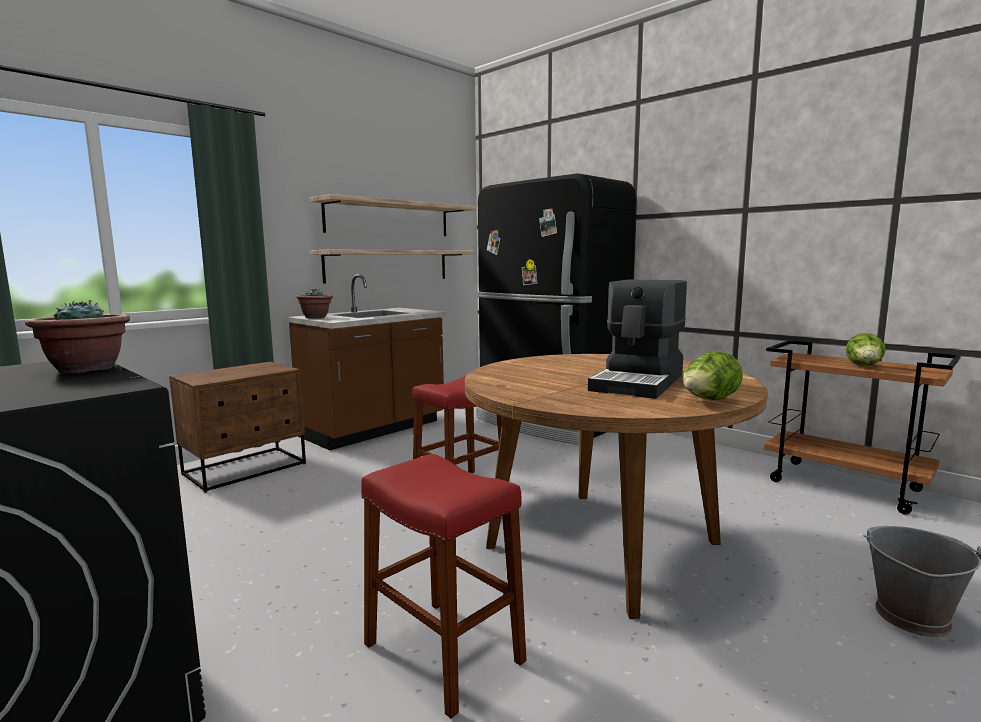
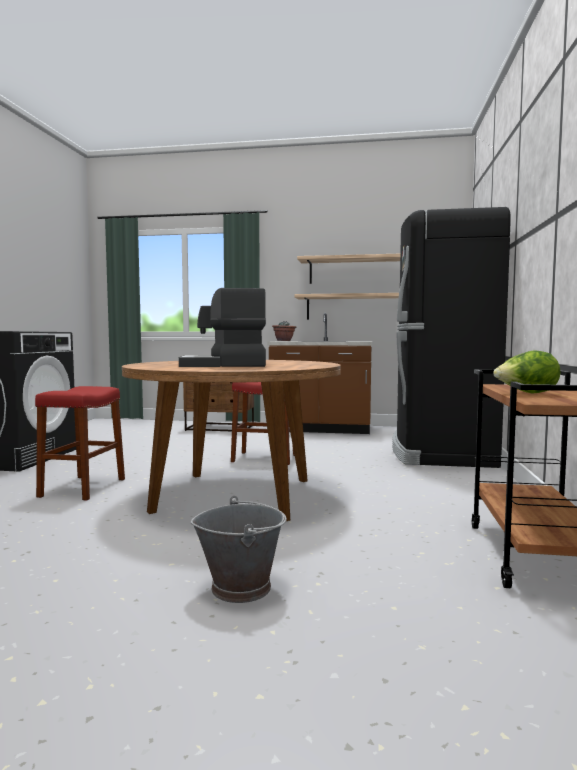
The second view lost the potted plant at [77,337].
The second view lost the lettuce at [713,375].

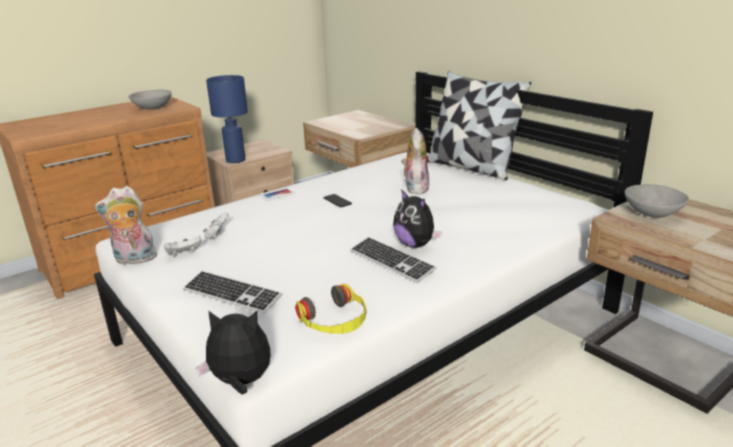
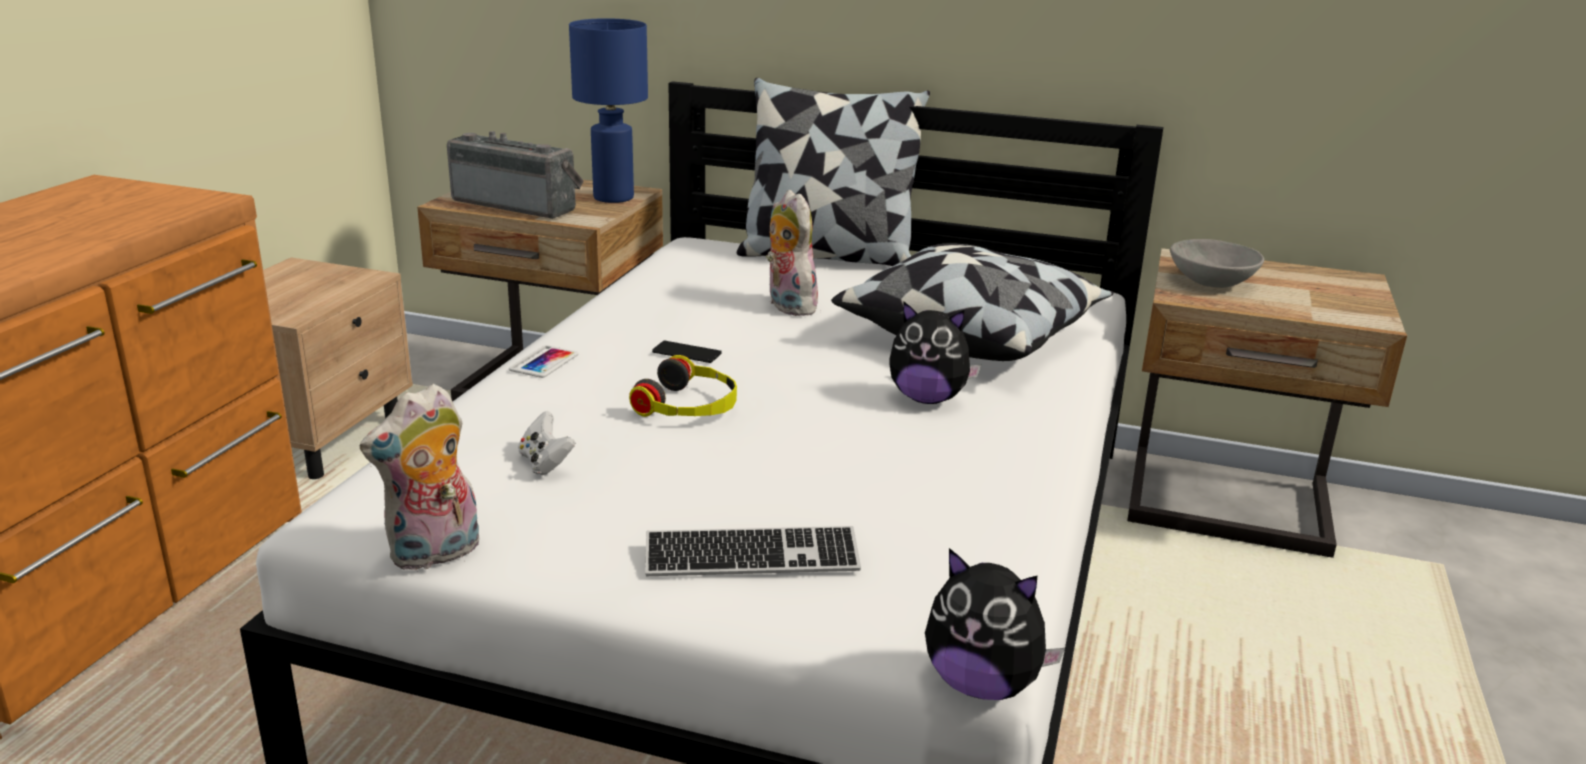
The table lamp in blue ended up elsewhere, having gone from [227,119] to [608,110].
The second view lost the bowl in grey at [150,99].
The second view lost the game controller in white at [182,246].
The second view lost the keyboard at [393,260].
The headphones ended up elsewhere, having gone from [330,309] to [683,386].
The plush toy at [233,352] ended up facing another way, 120 degrees counterclockwise from before.
The second view gained the radio at [515,175].
The second view gained the pillow at [972,302].

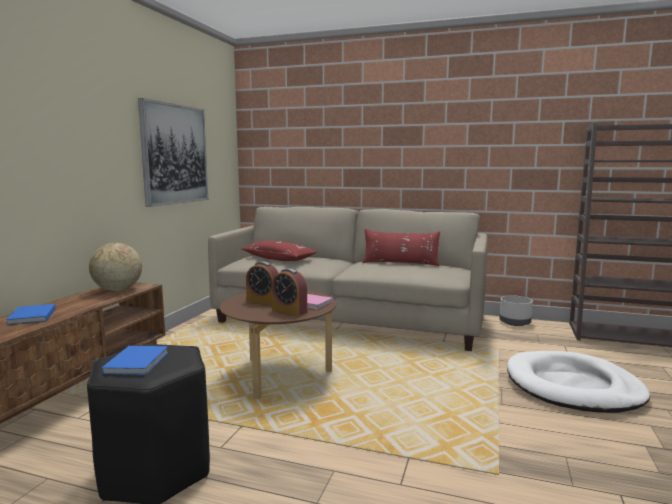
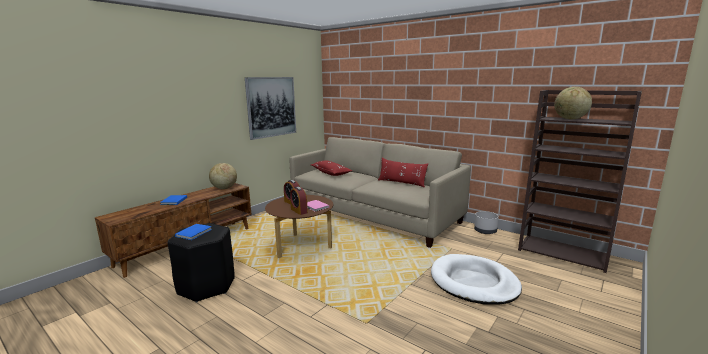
The second view gained the globe at [573,103].

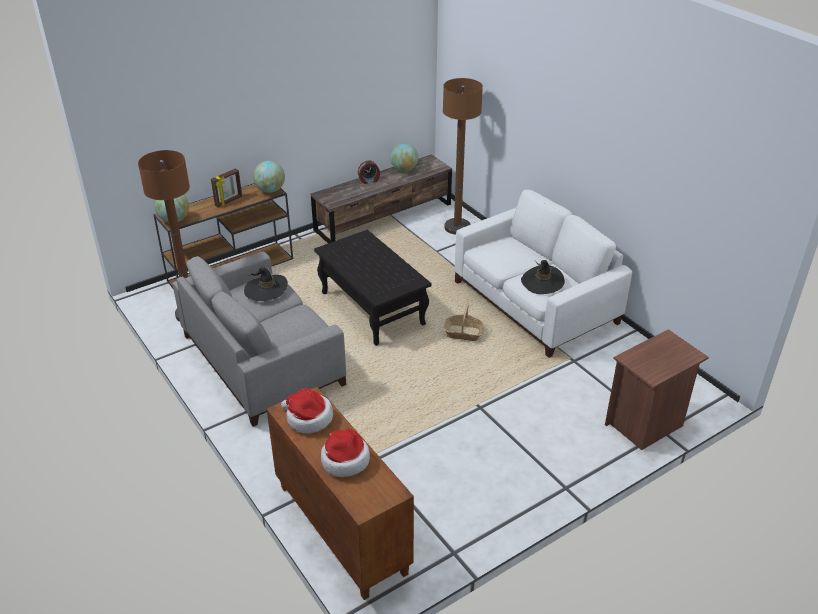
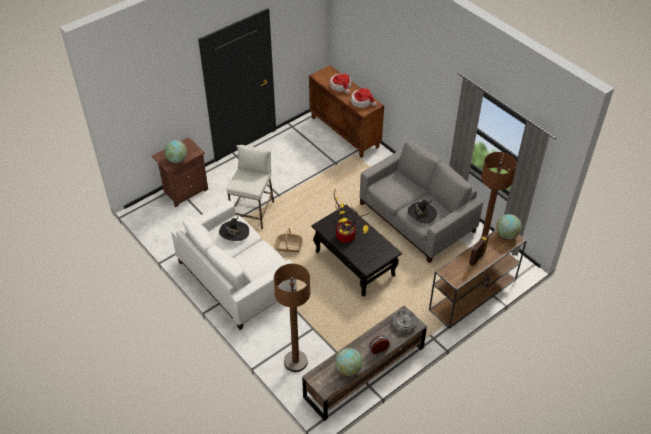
The globe ended up elsewhere, having gone from [269,177] to [175,151].
The second view gained the stool in white at [250,187].
The second view gained the potted plant at [351,216].
The second view gained the bowl at [404,321].

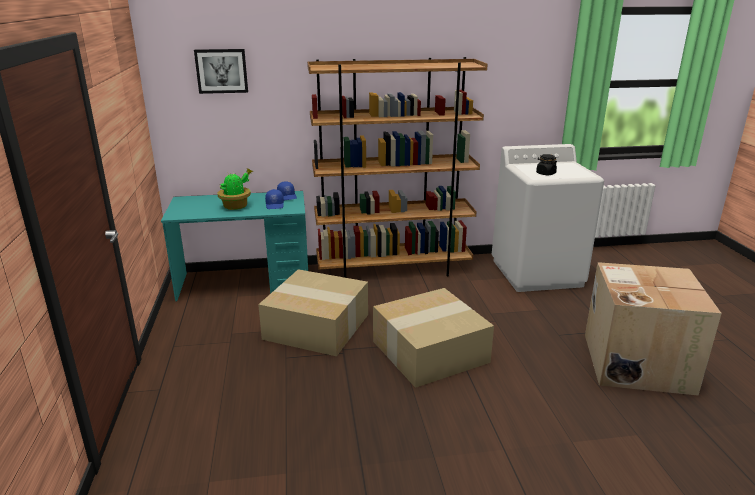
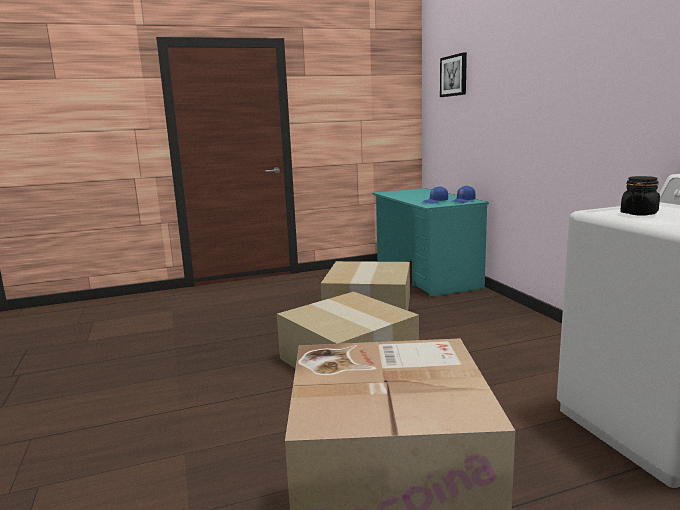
The second view lost the bookcase in brown at [397,167].
The second view lost the potted plant at [235,189].

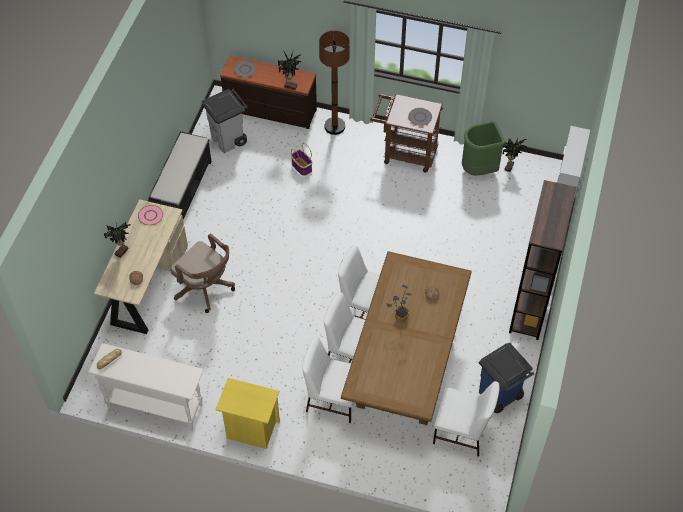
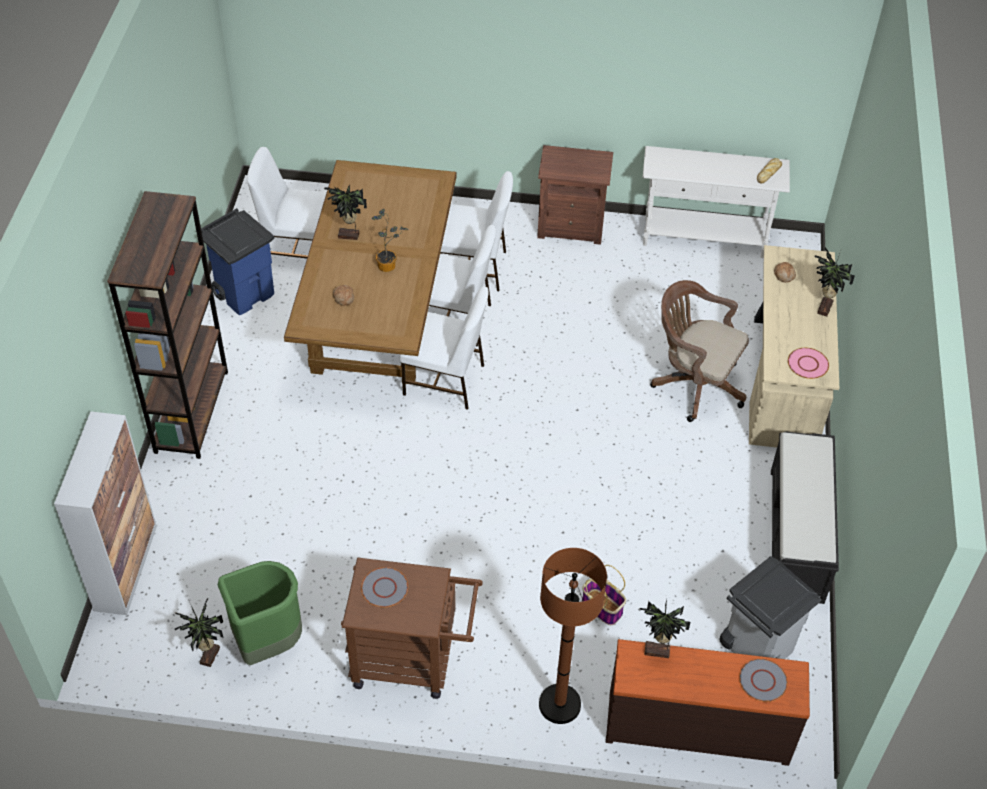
What was the nightstand in yellow at [247,413] turned into the nightstand in brown at [575,195].
The second view gained the potted plant at [345,212].

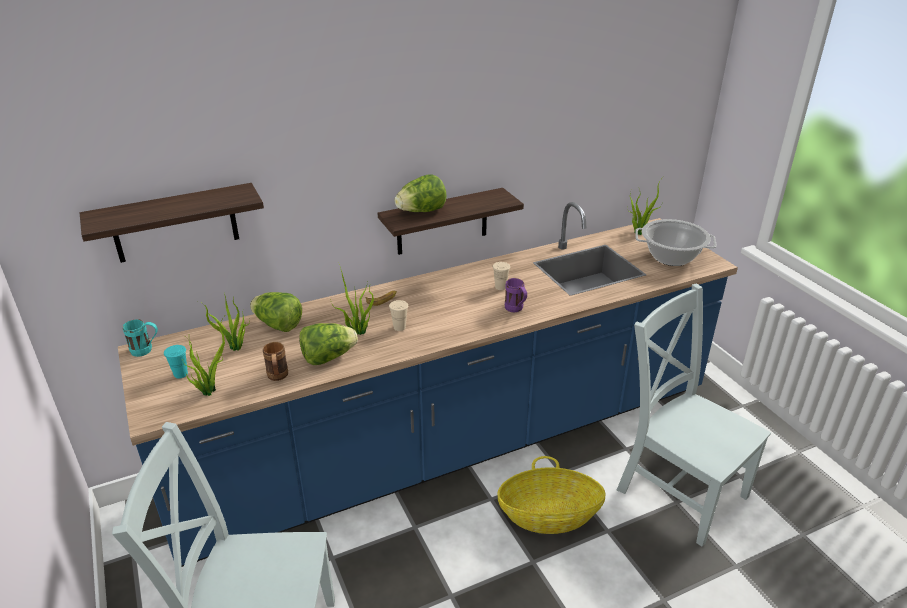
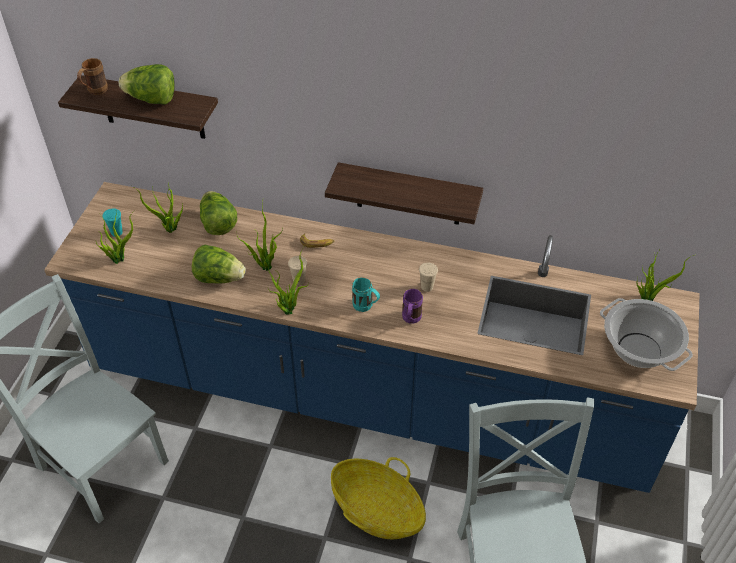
The lettuce ended up elsewhere, having gone from [420,193] to [147,84].
The mug in turquoise ended up elsewhere, having gone from [140,338] to [366,294].
The mug in brown ended up elsewhere, having gone from [275,361] to [92,76].
The second view gained the potted plant at [288,280].

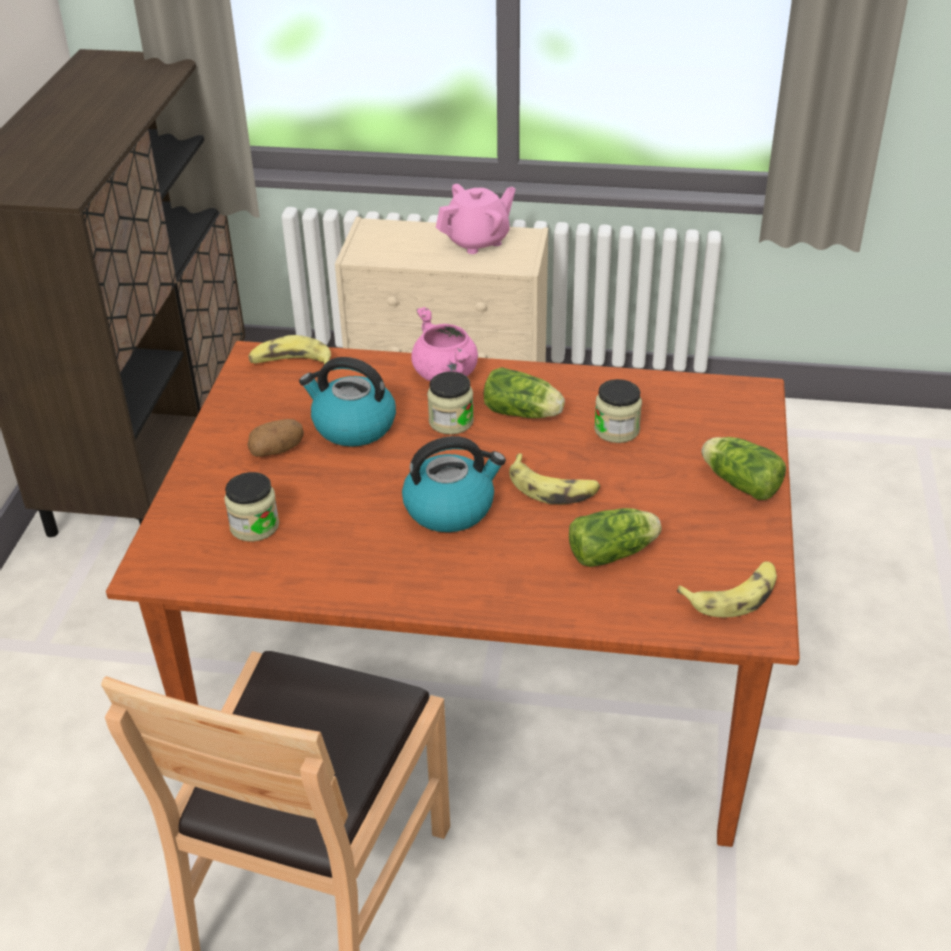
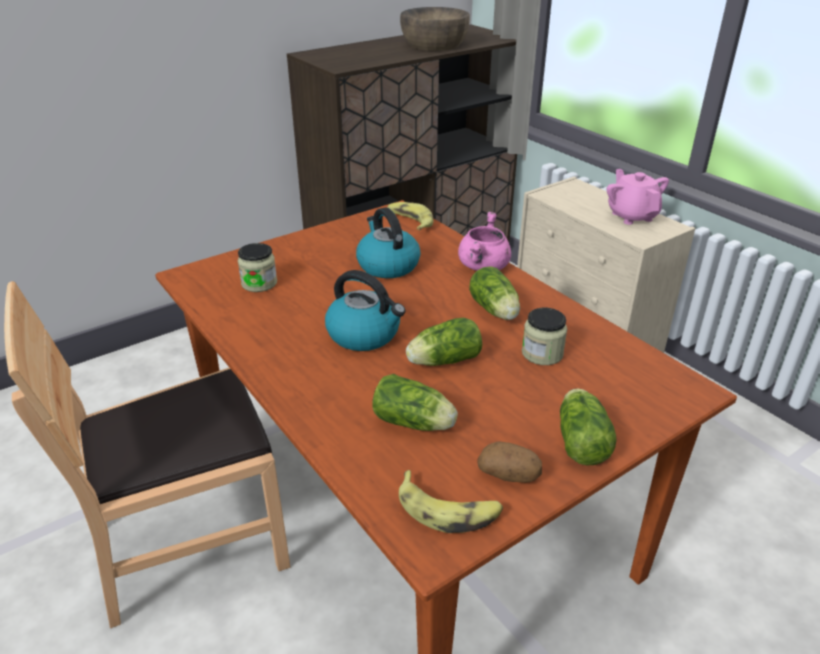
The teapot in pink at [475,219] ended up facing another way, 120 degrees counterclockwise from before.
The second view lost the jar at [450,403].
The potato ended up elsewhere, having gone from [275,438] to [509,462].
Where the banana stood at [554,478], the lettuce came to stand at [444,342].
The second view gained the bowl in brown at [435,29].

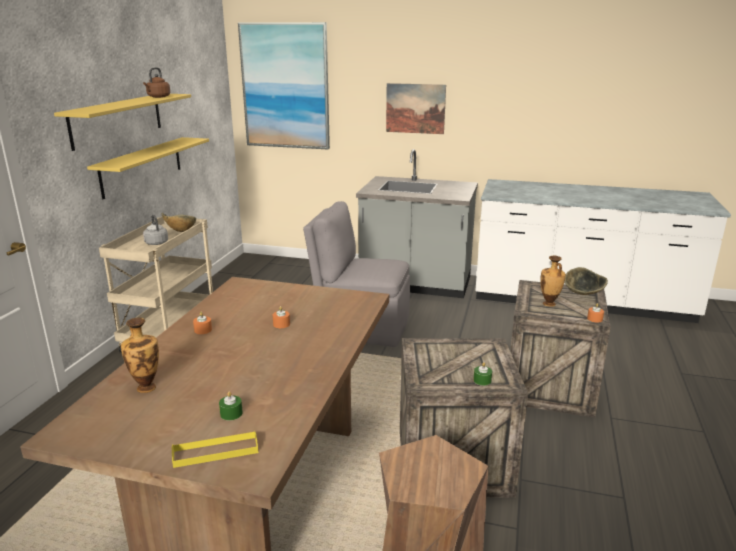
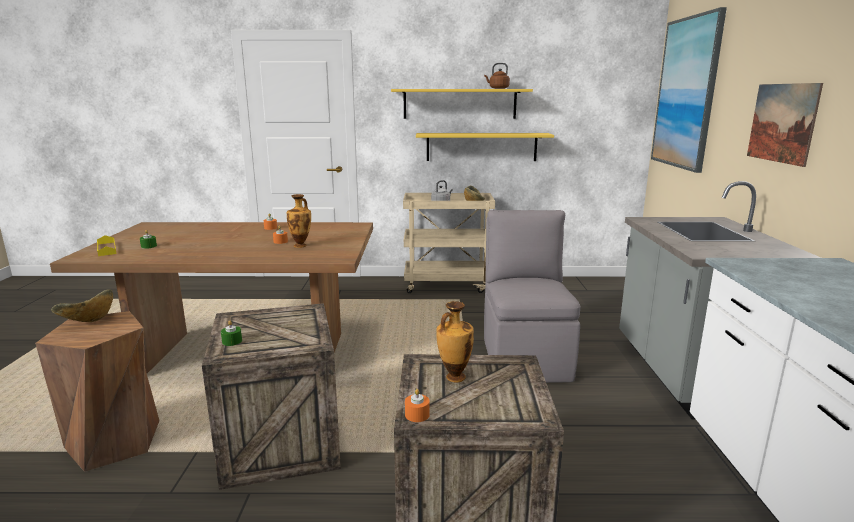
The bowl ended up elsewhere, having gone from [586,281] to [82,305].
The vase ended up elsewhere, having gone from [140,355] to [299,221].

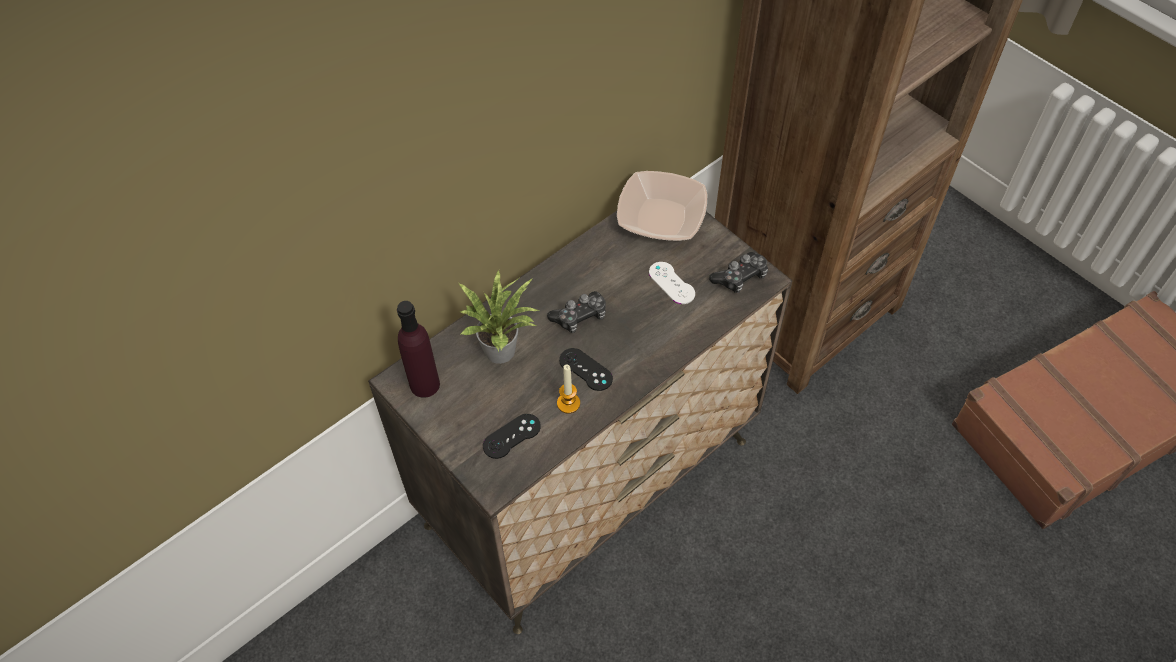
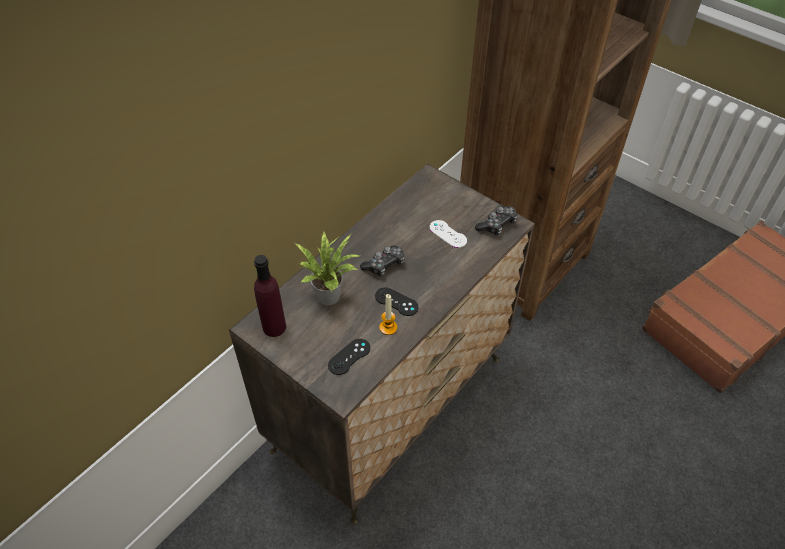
The second view lost the bowl at [662,206].

